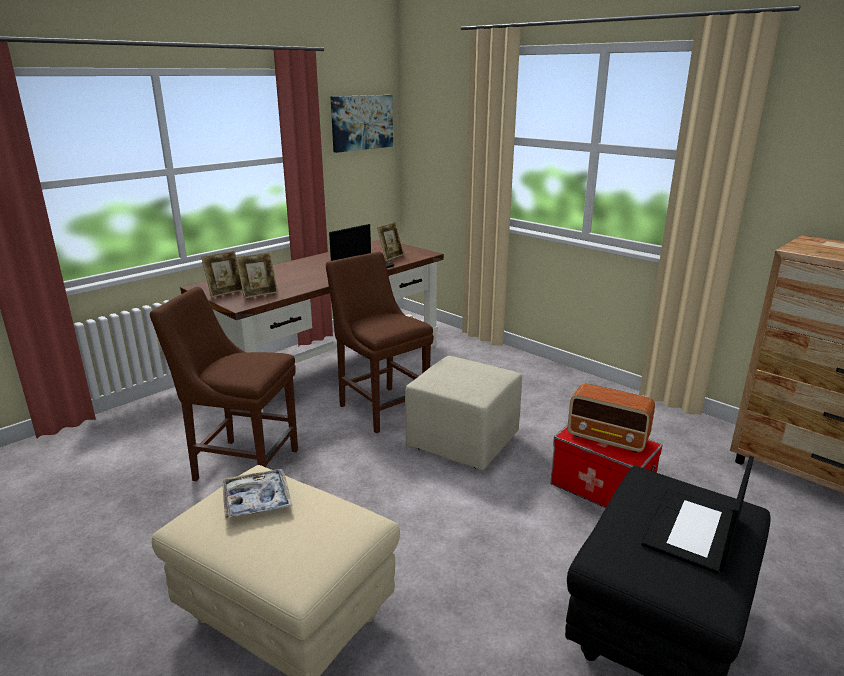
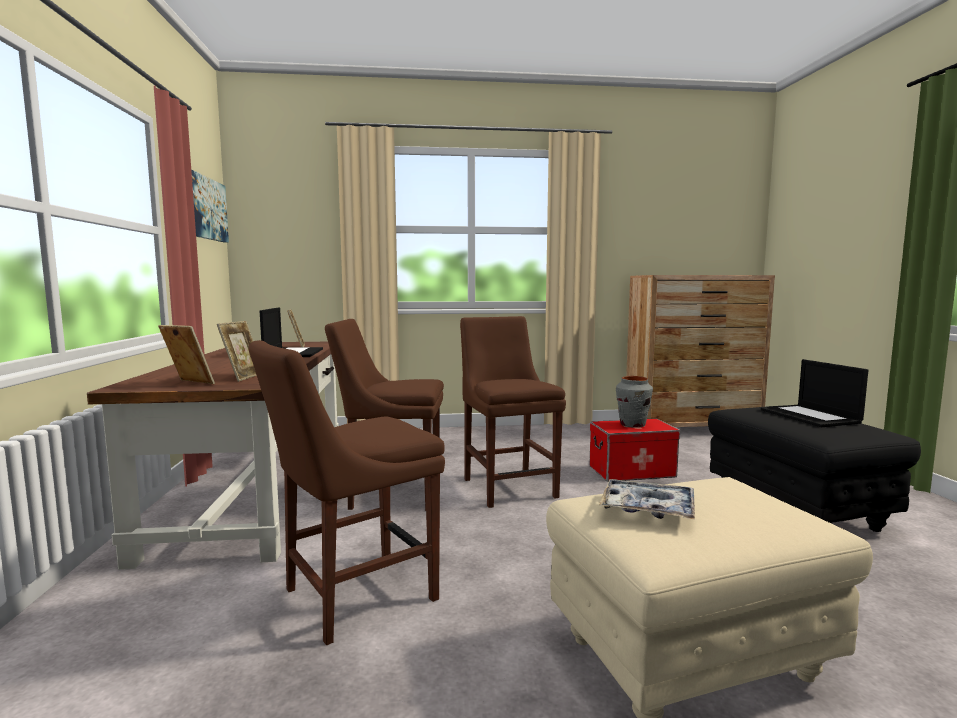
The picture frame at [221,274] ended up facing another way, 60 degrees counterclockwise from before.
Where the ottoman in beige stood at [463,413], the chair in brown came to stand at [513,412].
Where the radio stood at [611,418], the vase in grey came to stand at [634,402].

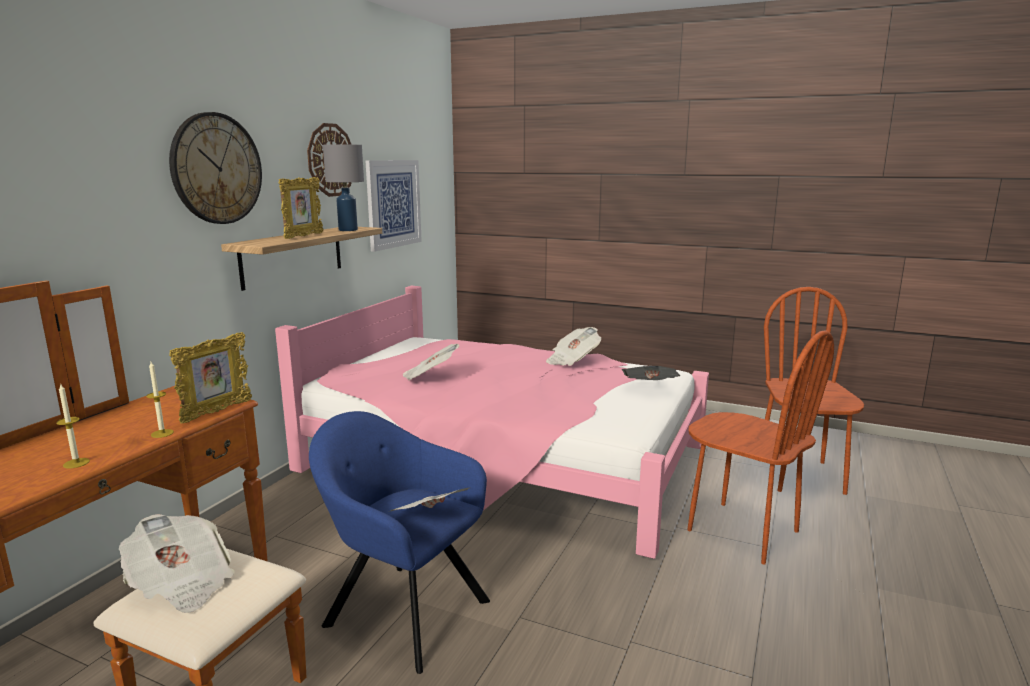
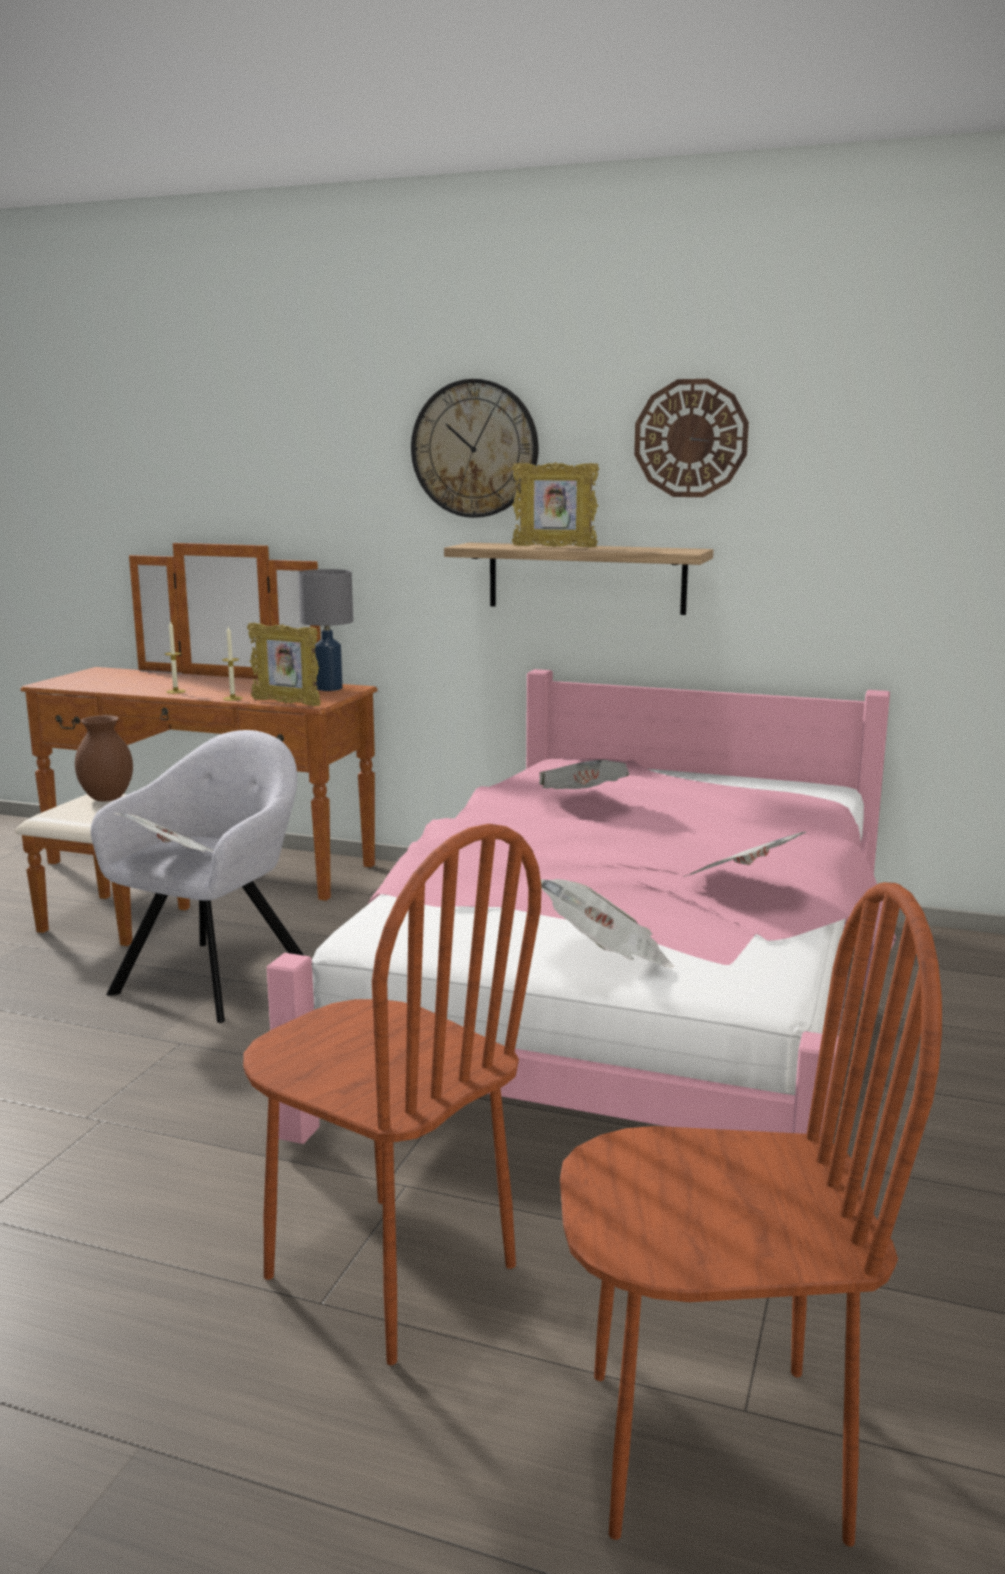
The table lamp in grey ended up elsewhere, having gone from [343,187] to [325,630].
The second view lost the picture at [394,206].
The chair in brown at [760,447] ended up facing another way, 90 degrees counterclockwise from before.
What was the armchair in blue at [399,542] turned into the armchair in grey at [197,876].
Where the newspaper stood at [177,563], the vase in brown came to stand at [104,758].

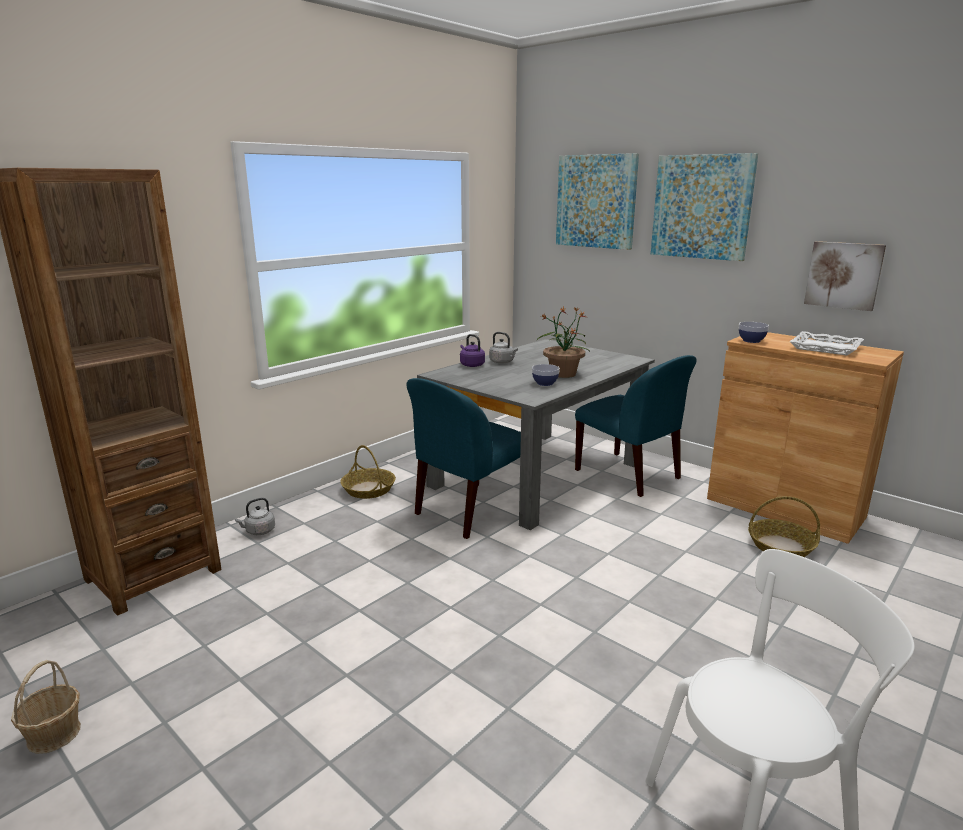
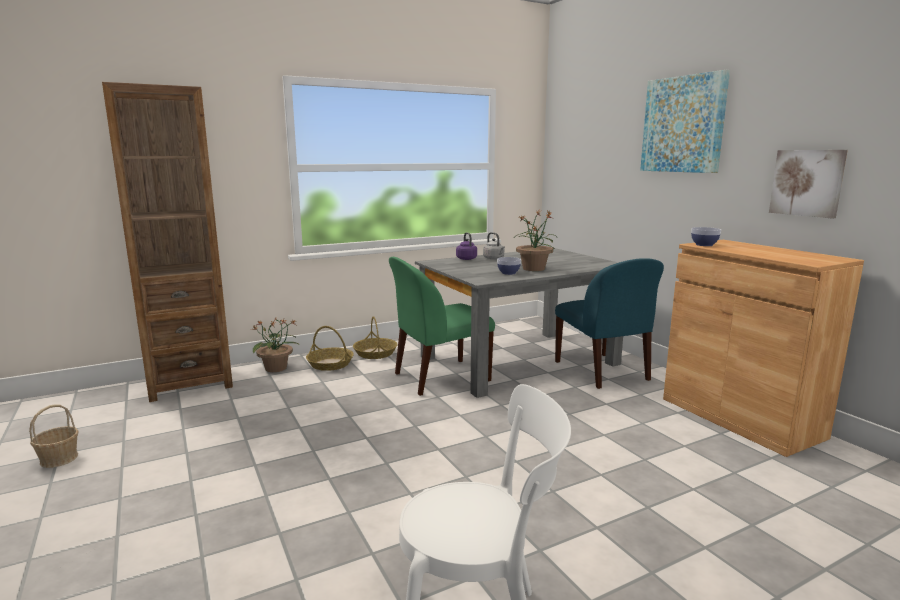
The second view lost the picture at [597,201].
The second view lost the tray in white at [826,343].
What was the chair in blue at [464,458] turned into the chair in green at [442,326].
The basket ended up elsewhere, having gone from [784,526] to [330,348].
Where the kettle in grey stood at [255,516], the potted plant came to stand at [275,344].

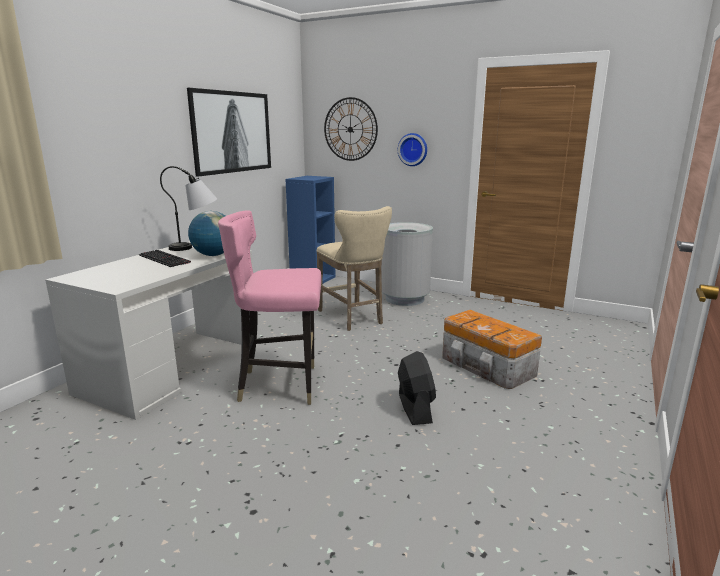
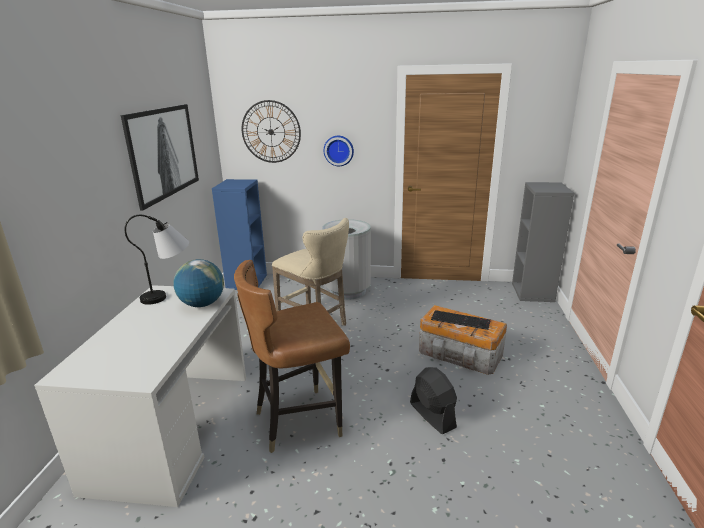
What was the chair in pink at [269,307] turned into the chair in brown at [292,356].
The keyboard ended up elsewhere, having gone from [165,258] to [461,320].
The second view gained the bookcase in grey at [543,242].

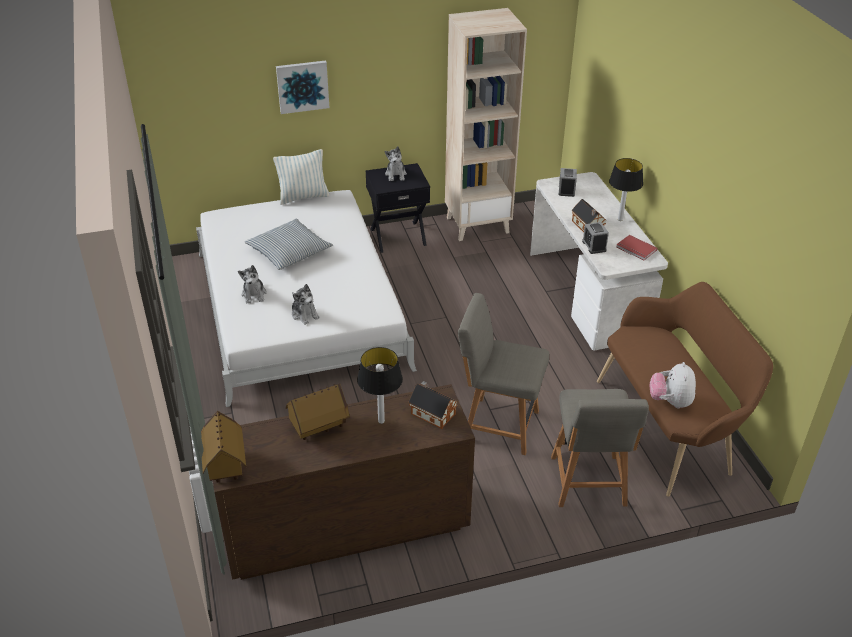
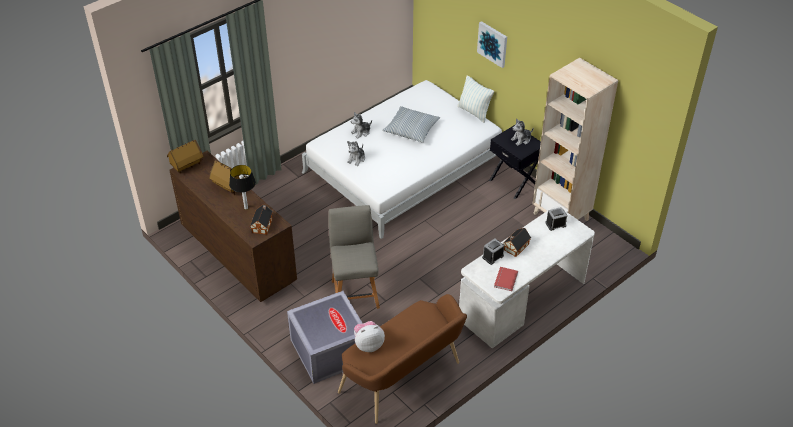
The second view lost the table lamp at [626,189].
Where the chair in grey stood at [600,448], the storage box in grey came to stand at [325,337].

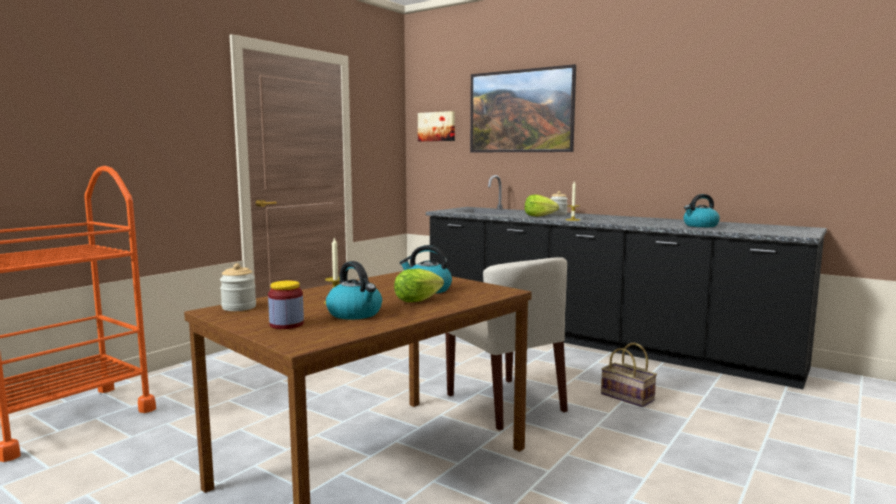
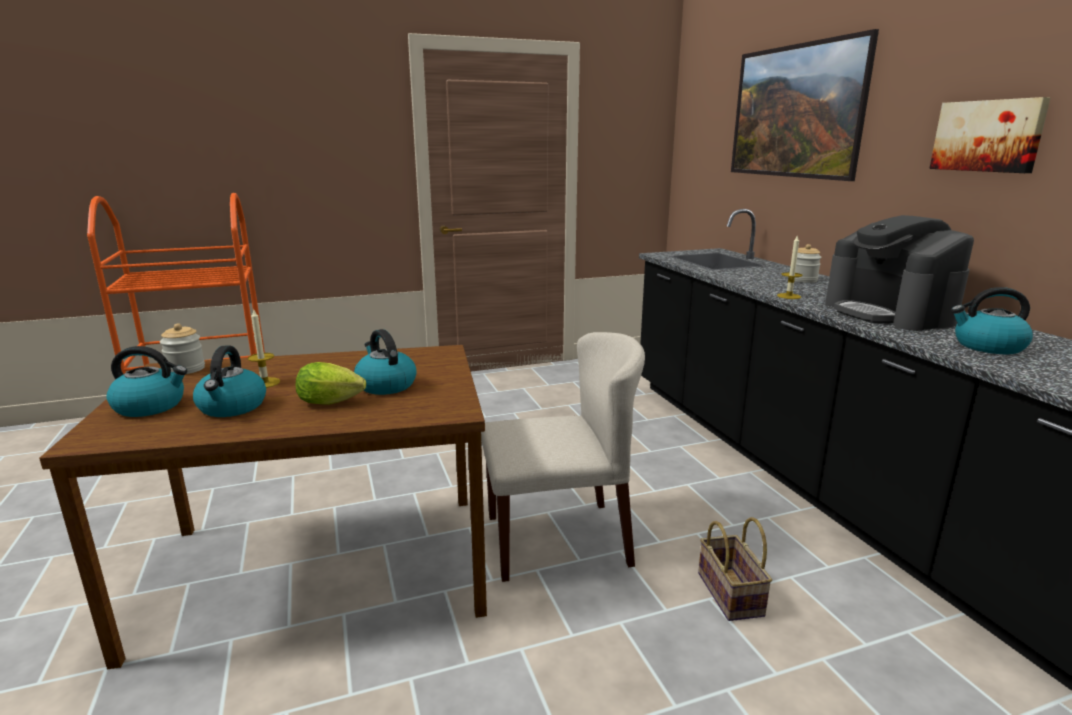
The picture ended up elsewhere, having gone from [436,126] to [990,135].
The second view lost the lettuce at [542,206].
The chair in beige at [507,344] ended up facing another way, 105 degrees counterclockwise from before.
Where the jar stood at [286,305], the kettle came to stand at [146,381].
The second view gained the coffee machine at [899,273].

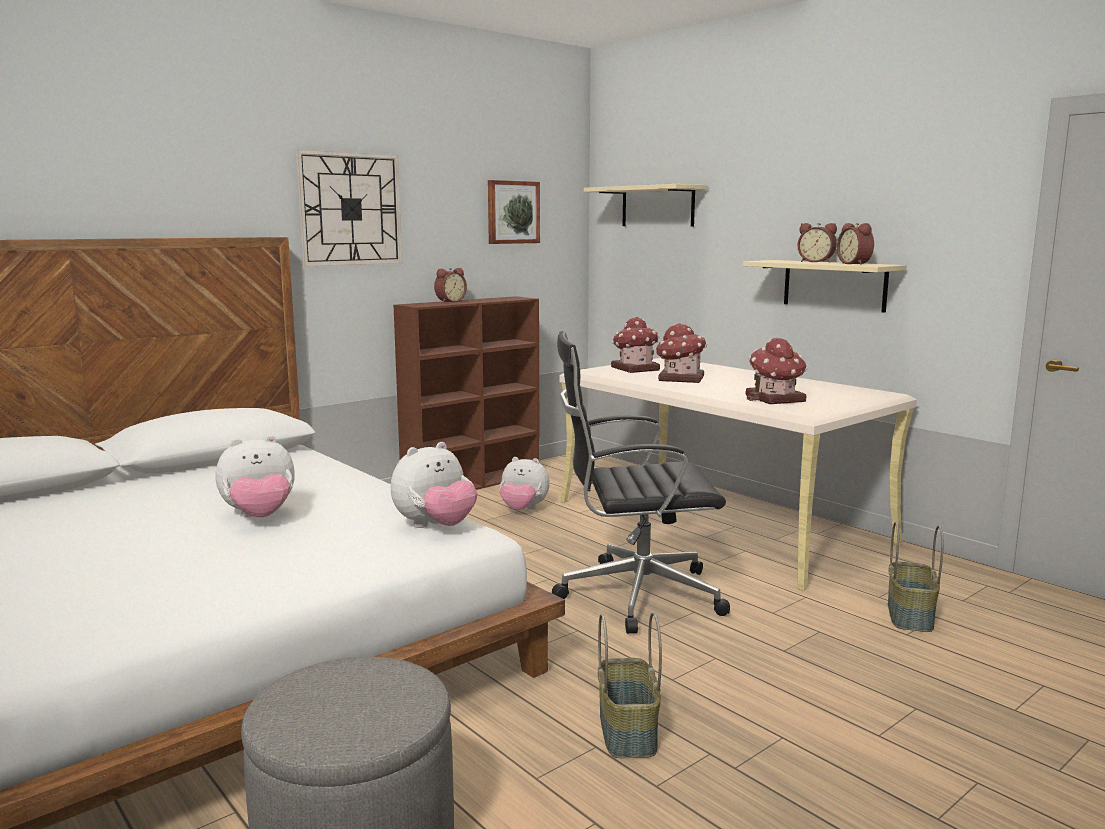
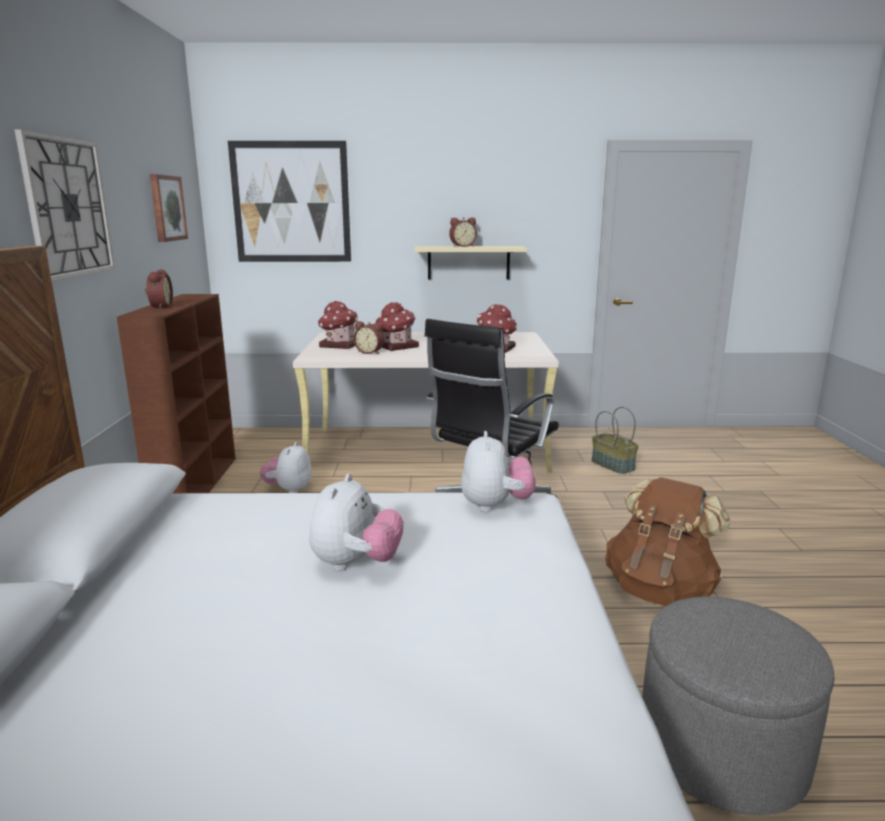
Where the shelf in beige hung at [645,205], the picture came to hang at [289,201].
The alarm clock ended up elsewhere, having gone from [855,244] to [369,337].
The plush toy at [525,483] ended up facing another way, 135 degrees clockwise from before.
Where the basket stood at [630,685], the backpack in brown came to stand at [667,541].

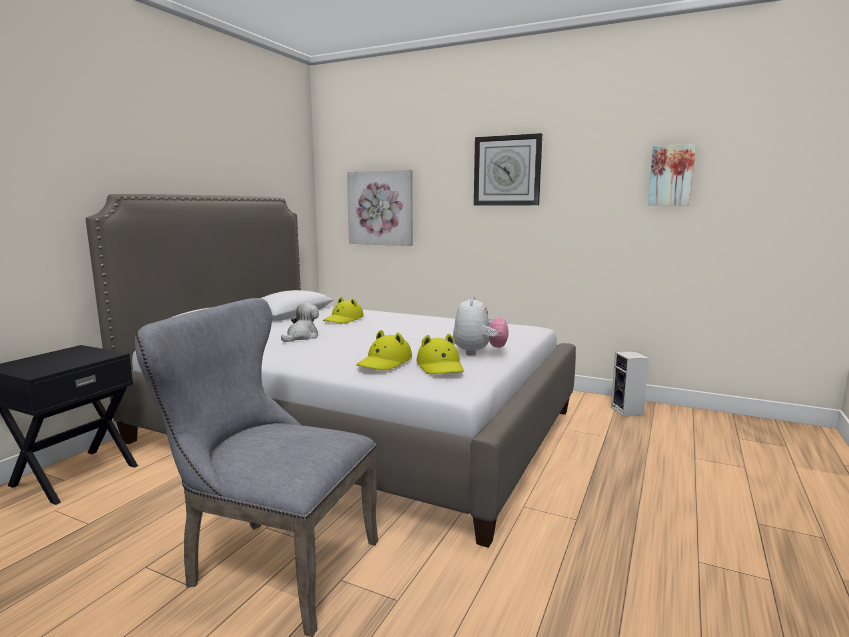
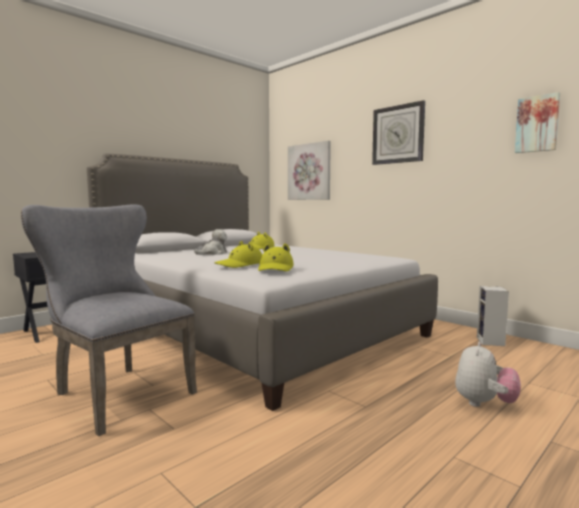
The plush toy ended up elsewhere, having gone from [481,325] to [488,374].

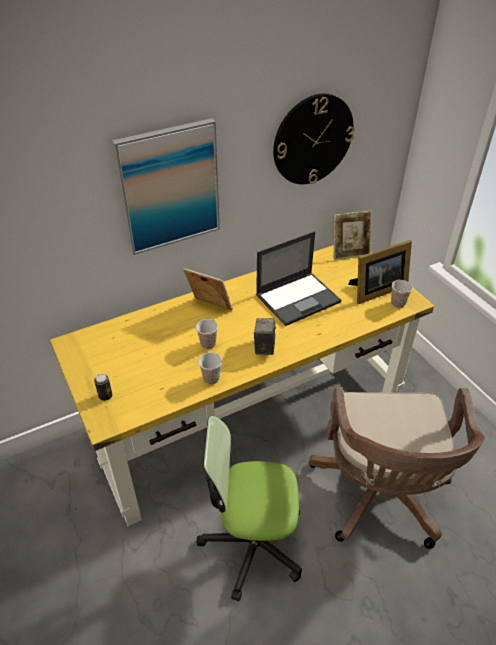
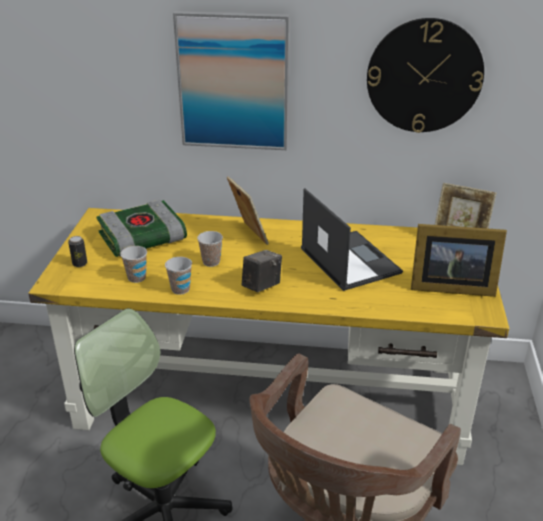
The laptop at [298,278] ended up facing another way, 120 degrees counterclockwise from before.
The cup ended up elsewhere, having gone from [402,294] to [133,264].
The second view gained the book at [142,228].

